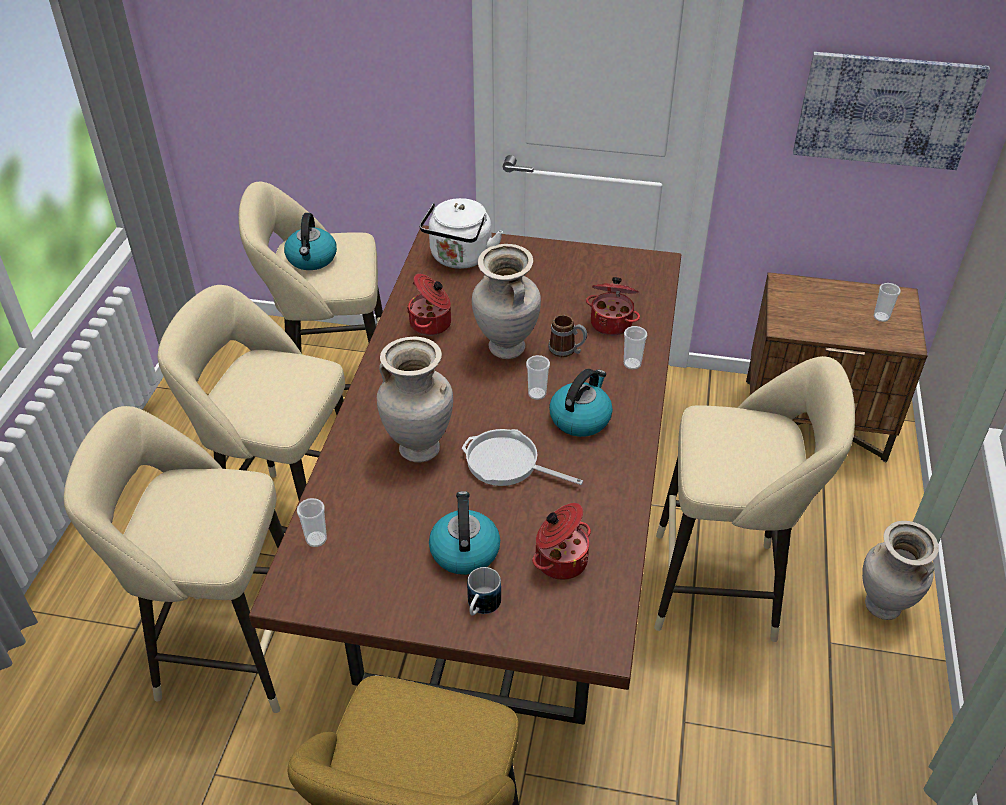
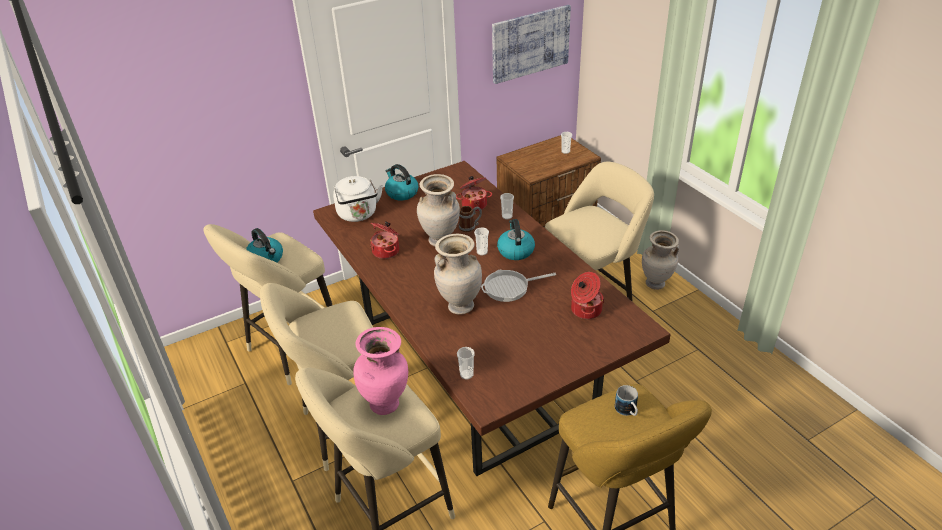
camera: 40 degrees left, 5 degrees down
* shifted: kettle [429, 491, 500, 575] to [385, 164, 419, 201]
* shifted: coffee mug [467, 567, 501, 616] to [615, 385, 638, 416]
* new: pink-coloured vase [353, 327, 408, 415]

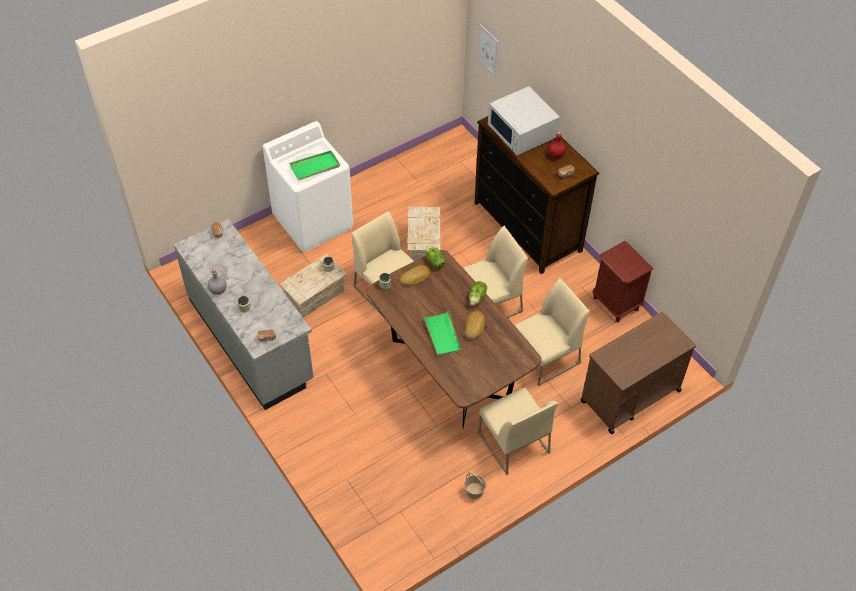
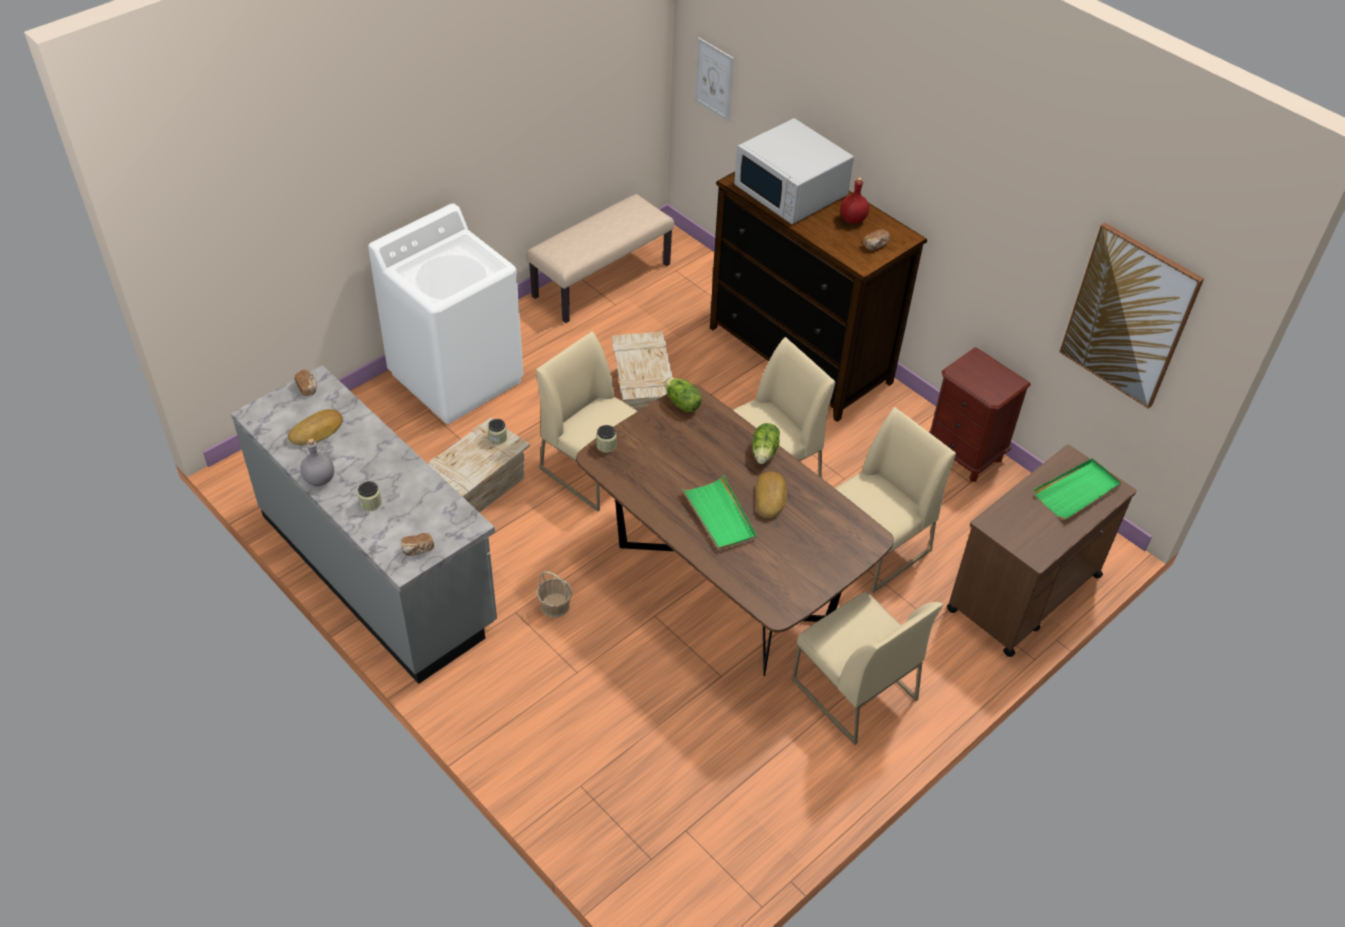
camera: 10 degrees left, 5 degrees down
* shifted: greenish tray [289, 151, 340, 180] to [1034, 458, 1122, 519]
* shifted: bakery bread [400, 265, 430, 286] to [288, 409, 343, 445]
* shifted: basket [464, 472, 486, 500] to [537, 571, 572, 618]
* new: beige-coloured long seat [527, 194, 674, 323]
* new: picture [1059, 222, 1204, 409]

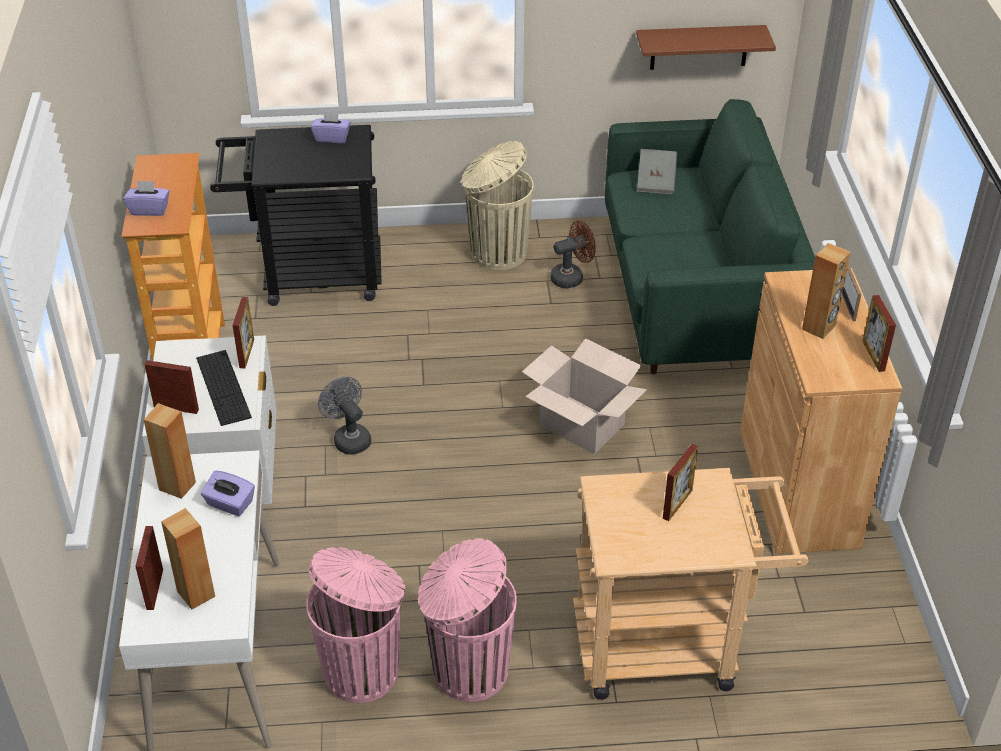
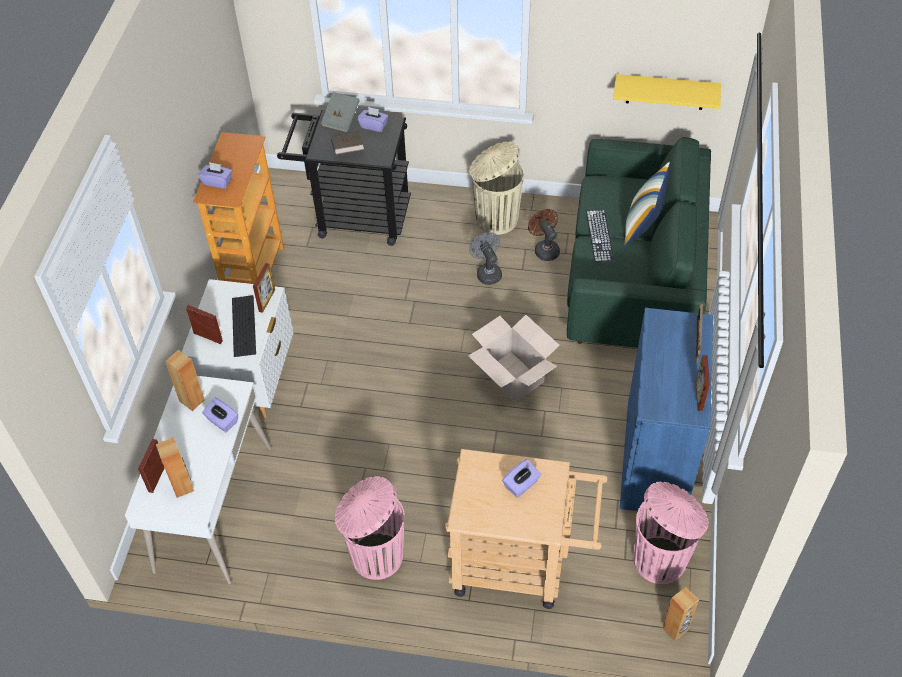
camera: 15 degrees right, 10 degrees up
* repainted: brownish wall shelf [636, 25, 776, 70] to yellowish wall shelf [613, 74, 721, 110]
* shifted: grey bound book [637, 149, 677, 195] to [321, 92, 360, 132]
* rotated: brownish electric fan [550, 221, 595, 288] = [528, 209, 560, 261] 105 degrees counterclockwise
* shifted: brownish audio speaker [802, 243, 851, 339] to [663, 587, 699, 641]
* repainted: brownish storage cabinet [740, 268, 902, 554] to blue-coloured storage cabinet [620, 308, 713, 511]
* shifted: grey electric fan [318, 377, 371, 454] to [469, 232, 502, 285]
* swapped: picture frame [663, 444, 698, 521] to purple-coloured tissue holder [502, 459, 541, 498]
* shifted: pink-coloured trash can [306, 547, 406, 703] to [633, 481, 709, 584]
* new: brownish bound book [331, 133, 364, 155]
* new: cushion [624, 162, 670, 247]
* new: computer keyboard [586, 210, 614, 262]

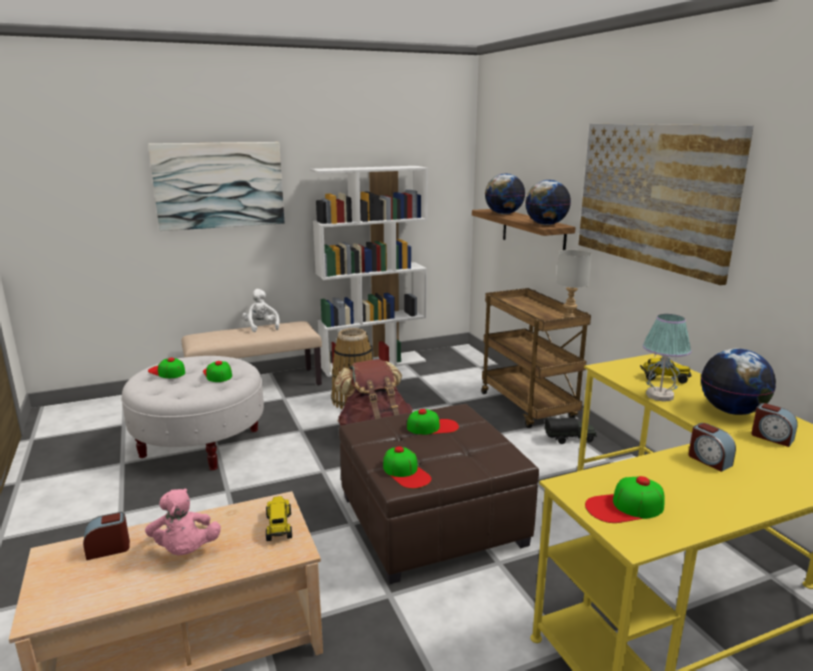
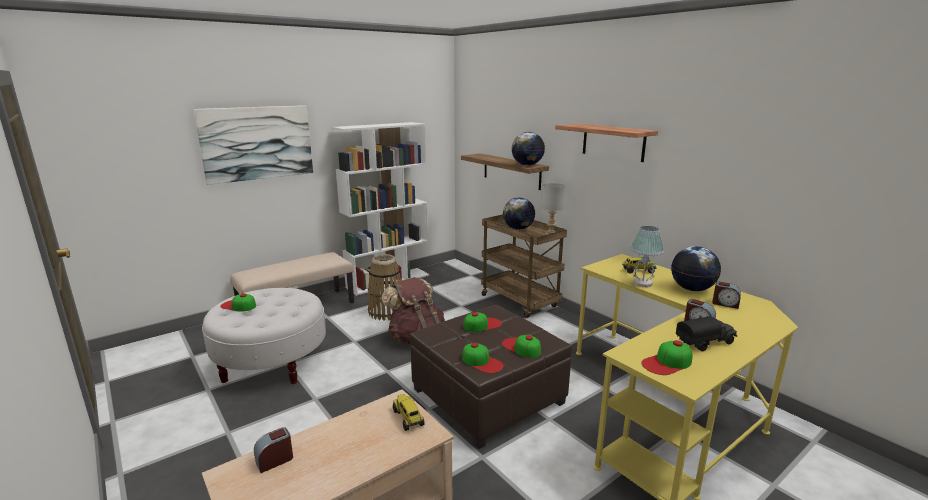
camera: 15 degrees left, 0 degrees up
* swapped: picture [578, 124, 754, 285] to wall shelf [555, 124, 658, 162]
* shifted: desk globe [485, 174, 525, 214] to [503, 197, 535, 230]
* gone: white soft toy [242, 289, 280, 332]
* shifted: peaked cap [203, 361, 232, 382] to [502, 335, 541, 358]
* shifted: toy lorry [544, 418, 597, 444] to [676, 316, 737, 351]
* gone: pink-coloured soft toy [145, 488, 221, 555]

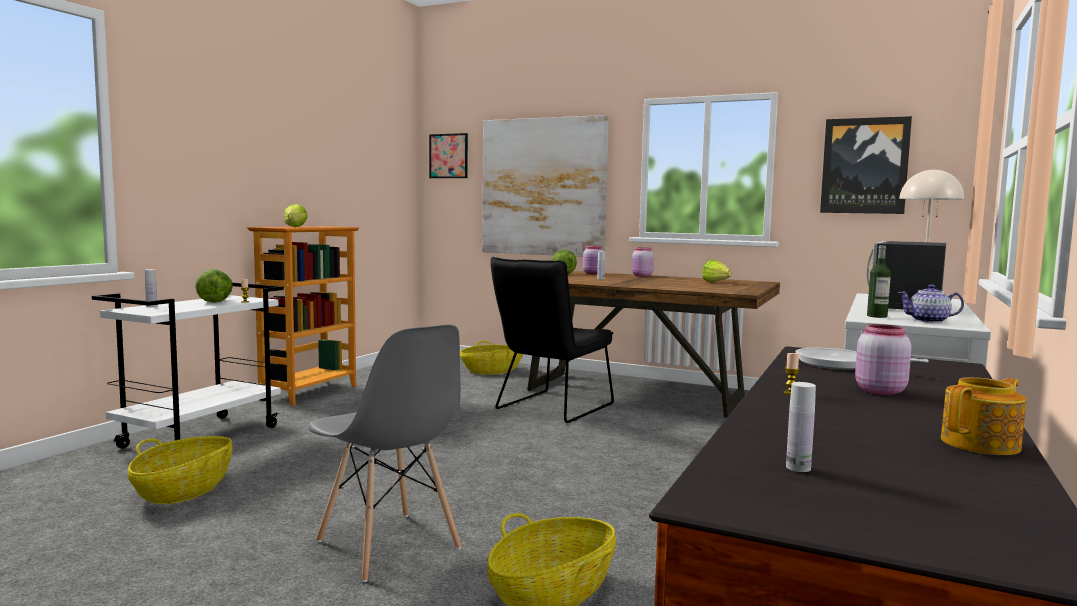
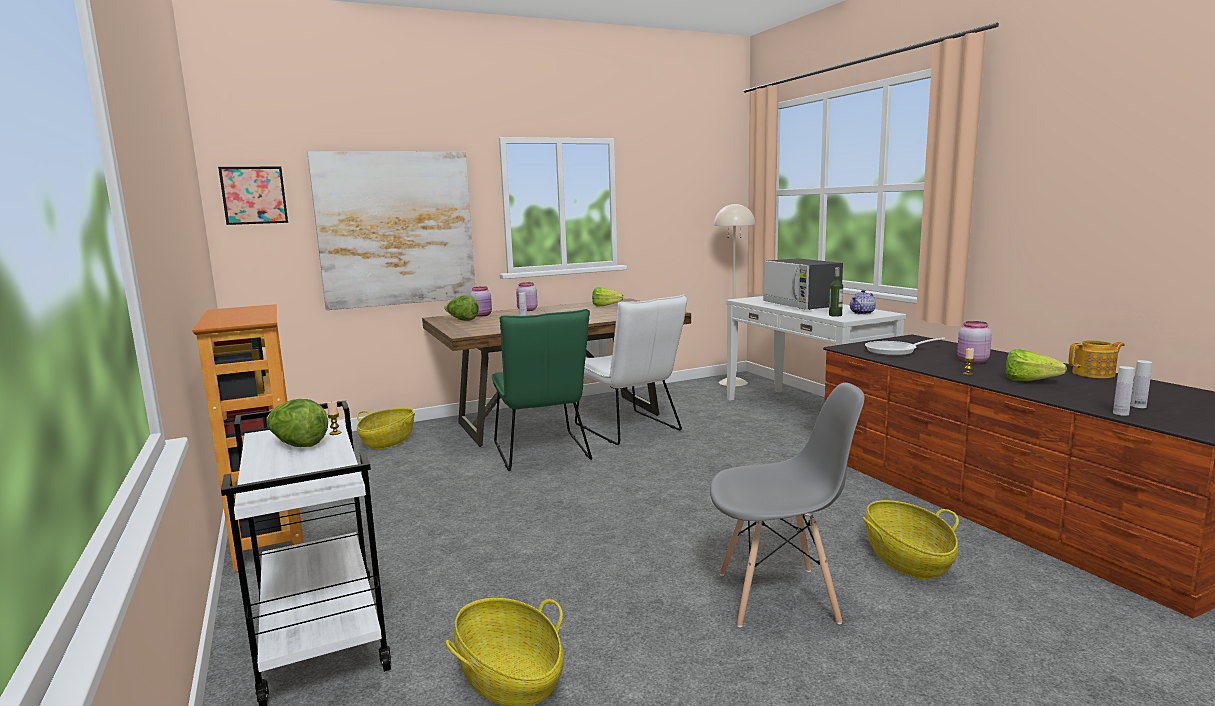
camera: 50 degrees left, 5 degrees up
* gone: picture [820, 116, 912, 214]
* shifted: lettuce head [284, 204, 308, 227] to [1006, 349, 1067, 381]
* repainted: black upright chair [490, 257, 614, 423] to greenish upright chair [492, 309, 592, 471]
* shifted: white bottle [145, 269, 157, 307] to [1113, 366, 1135, 416]
* rotated: pot for tea [941, 377, 1027, 455] = [1069, 340, 1125, 378] 75 degrees clockwise
* new: white upright chair [575, 294, 687, 445]

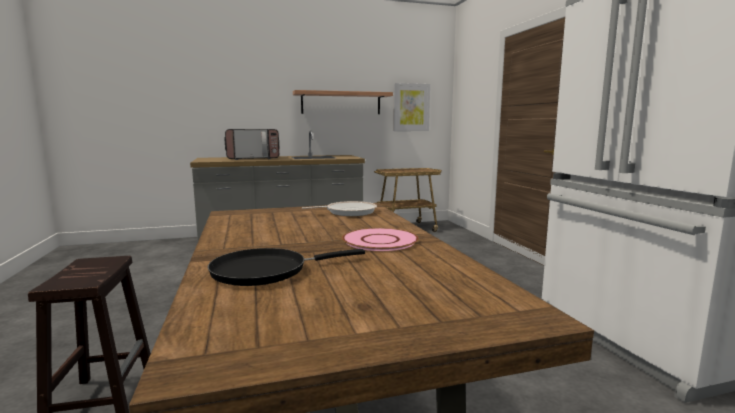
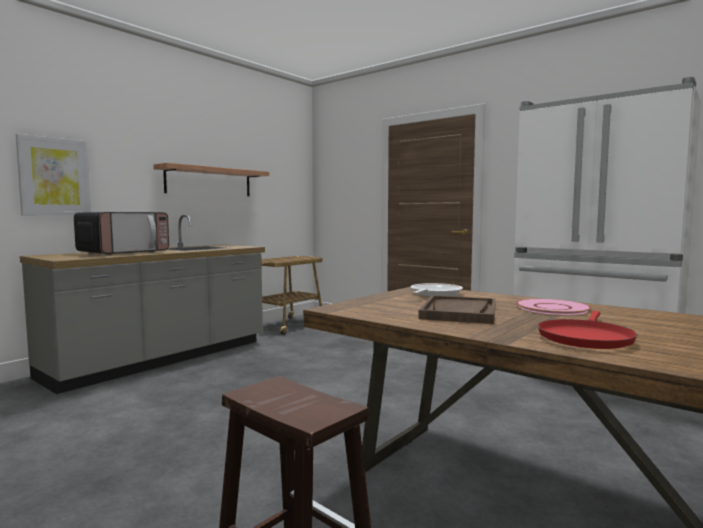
camera: 35 degrees left, 5 degrees down
* shifted: picture [393, 83, 430, 131] to [16, 134, 91, 216]
* repainted: black frying pan [208, 248, 365, 286] to red-coloured frying pan [538, 311, 637, 349]
* new: brownish tray [419, 295, 496, 324]

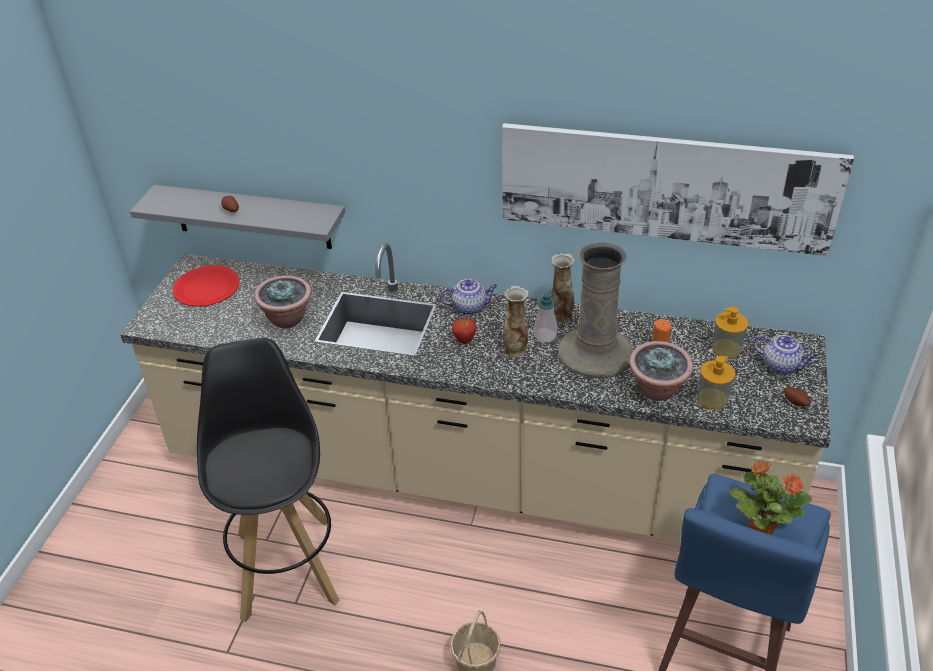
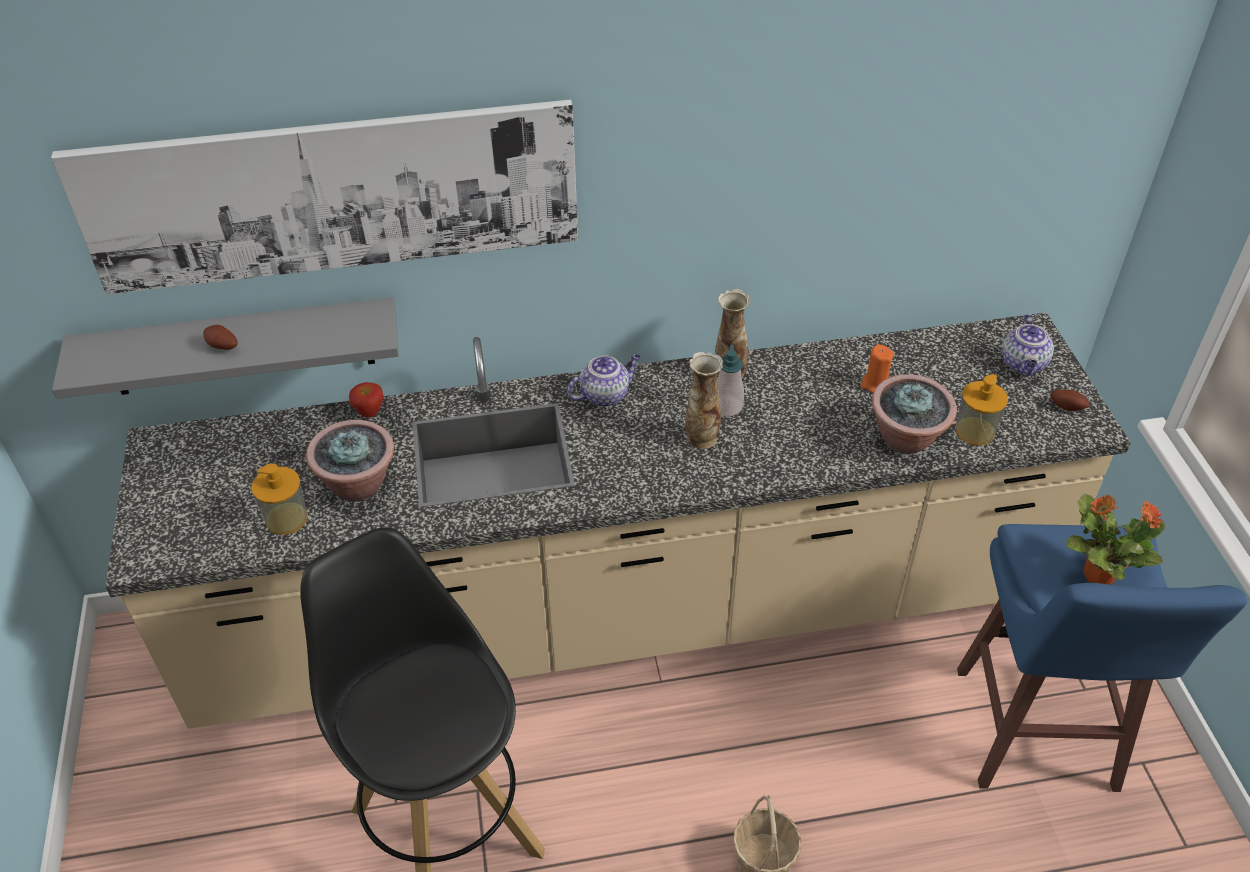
camera: 25 degrees left, 5 degrees up
* shifted: picture [502, 123, 854, 256] to [51, 100, 578, 294]
* gone: beige-coloured vase [559, 242, 633, 379]
* gone: red-coloured dinner plate [173, 265, 239, 307]
* shifted: soap bottle [712, 307, 748, 358] to [251, 463, 308, 535]
* shifted: whole apple [452, 318, 477, 344] to [349, 382, 383, 417]
* rotated: pot for tea [753, 334, 817, 374] = [1002, 314, 1054, 376] 90 degrees clockwise

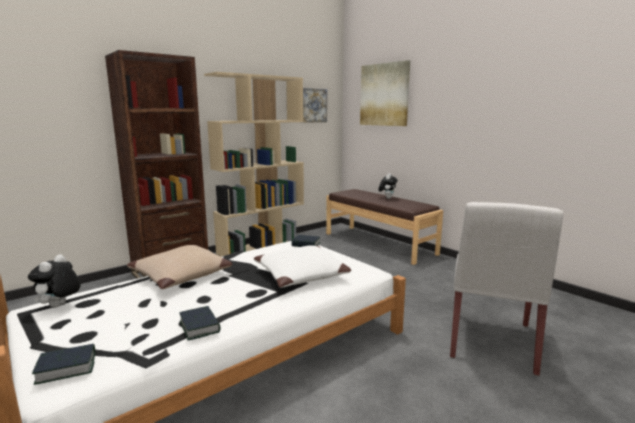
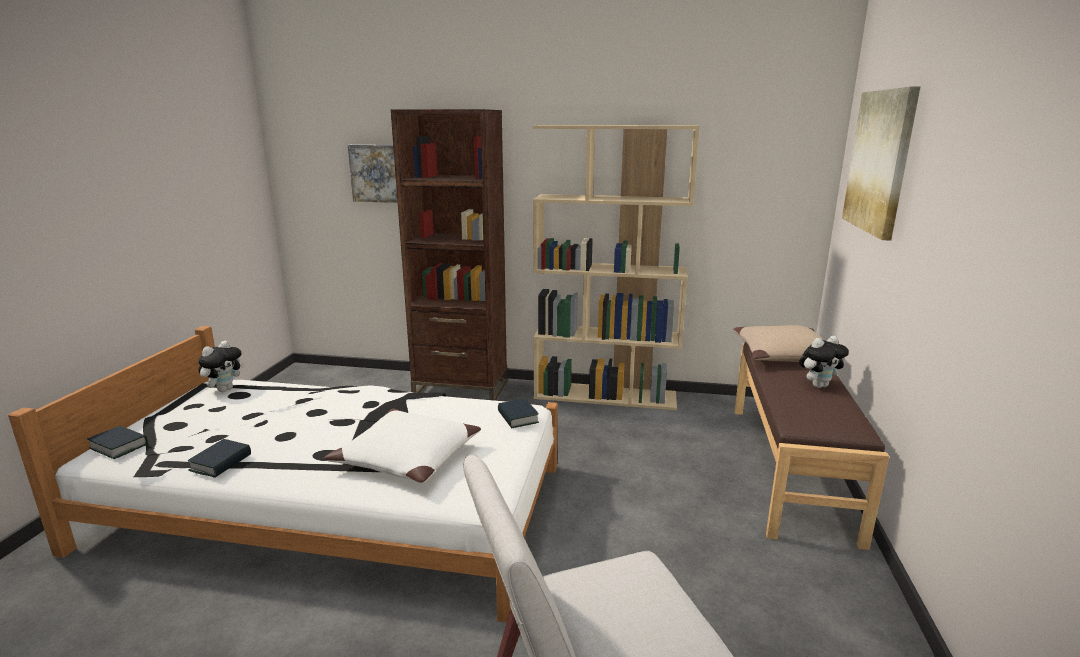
camera: 50 degrees right, 5 degrees up
* shifted: picture [300, 88, 327, 123] to [348, 145, 398, 203]
* shifted: beige-coloured cushion [127, 245, 232, 289] to [733, 325, 824, 362]
* rotated: soft toy [28, 254, 81, 308] = [198, 341, 244, 392] 150 degrees clockwise

